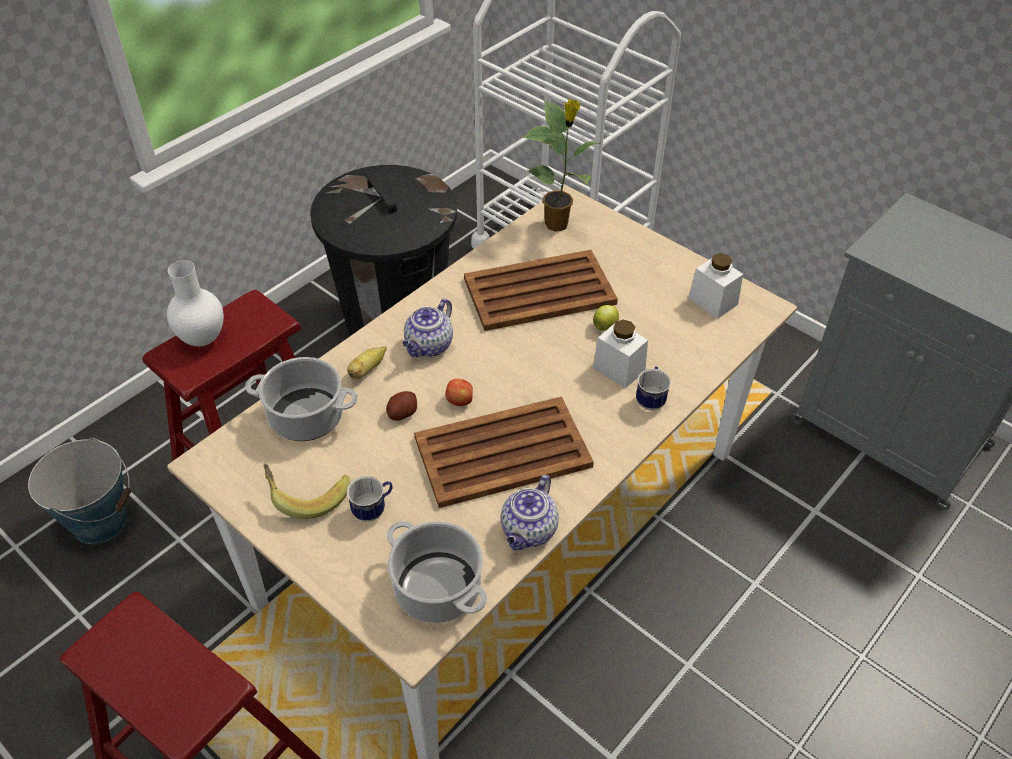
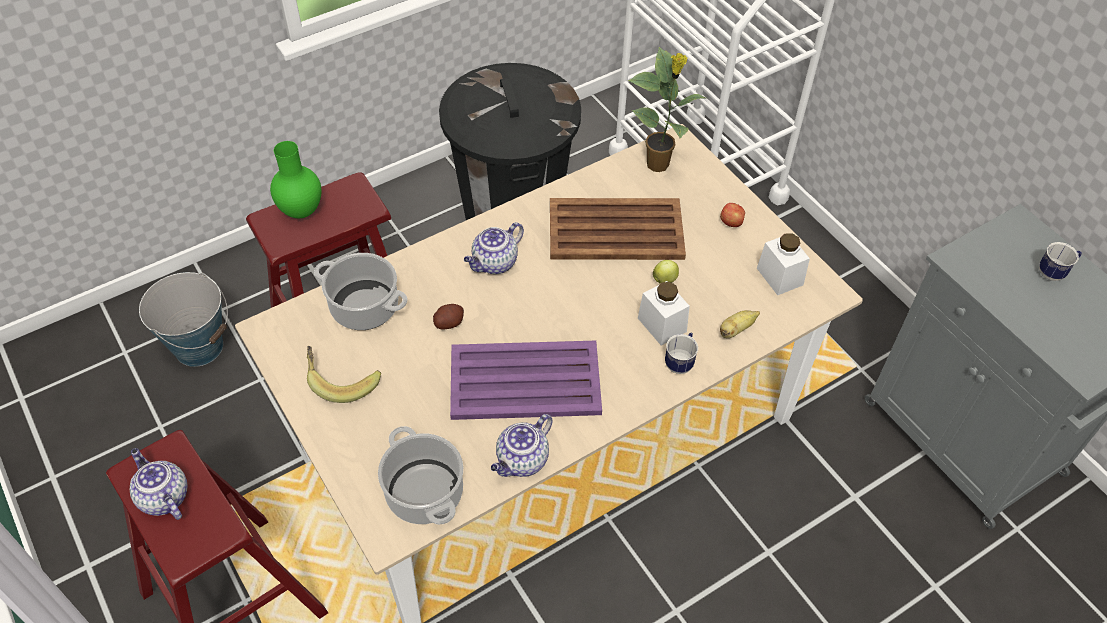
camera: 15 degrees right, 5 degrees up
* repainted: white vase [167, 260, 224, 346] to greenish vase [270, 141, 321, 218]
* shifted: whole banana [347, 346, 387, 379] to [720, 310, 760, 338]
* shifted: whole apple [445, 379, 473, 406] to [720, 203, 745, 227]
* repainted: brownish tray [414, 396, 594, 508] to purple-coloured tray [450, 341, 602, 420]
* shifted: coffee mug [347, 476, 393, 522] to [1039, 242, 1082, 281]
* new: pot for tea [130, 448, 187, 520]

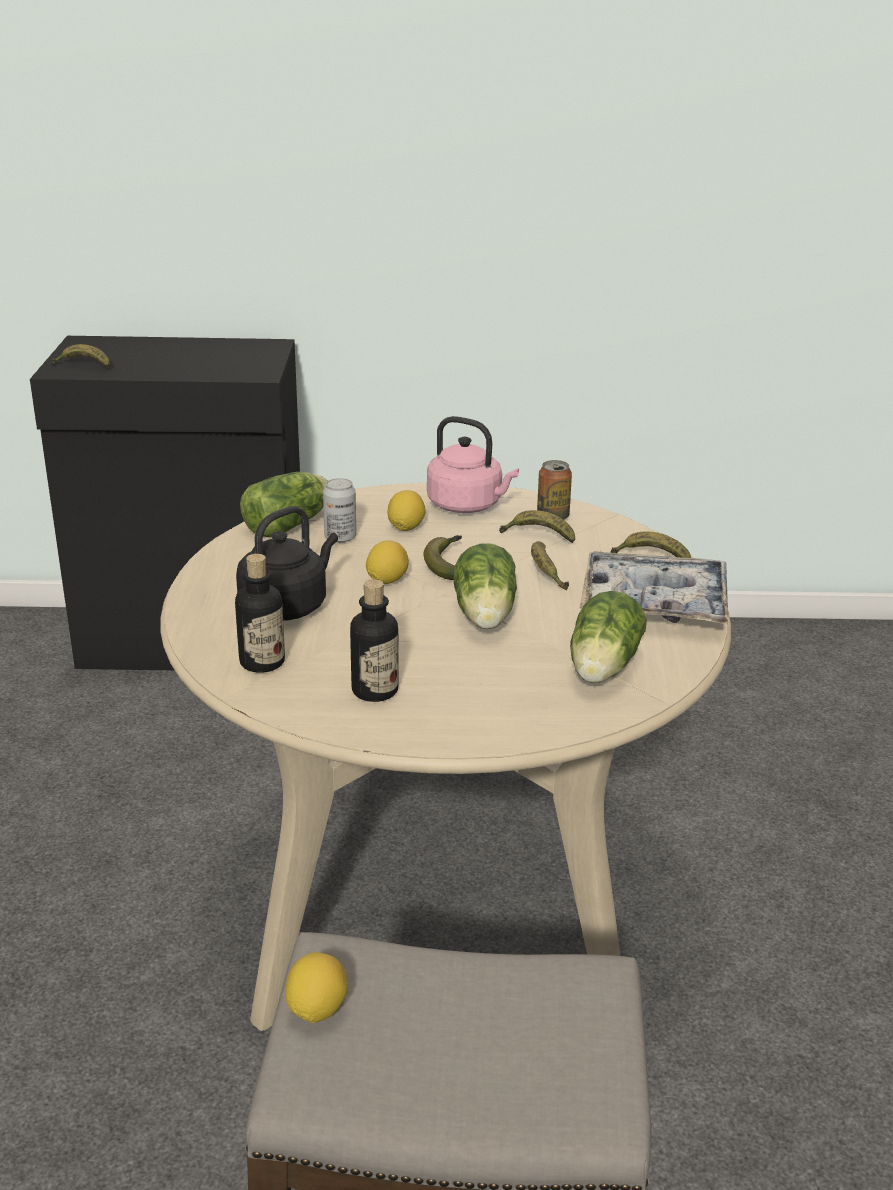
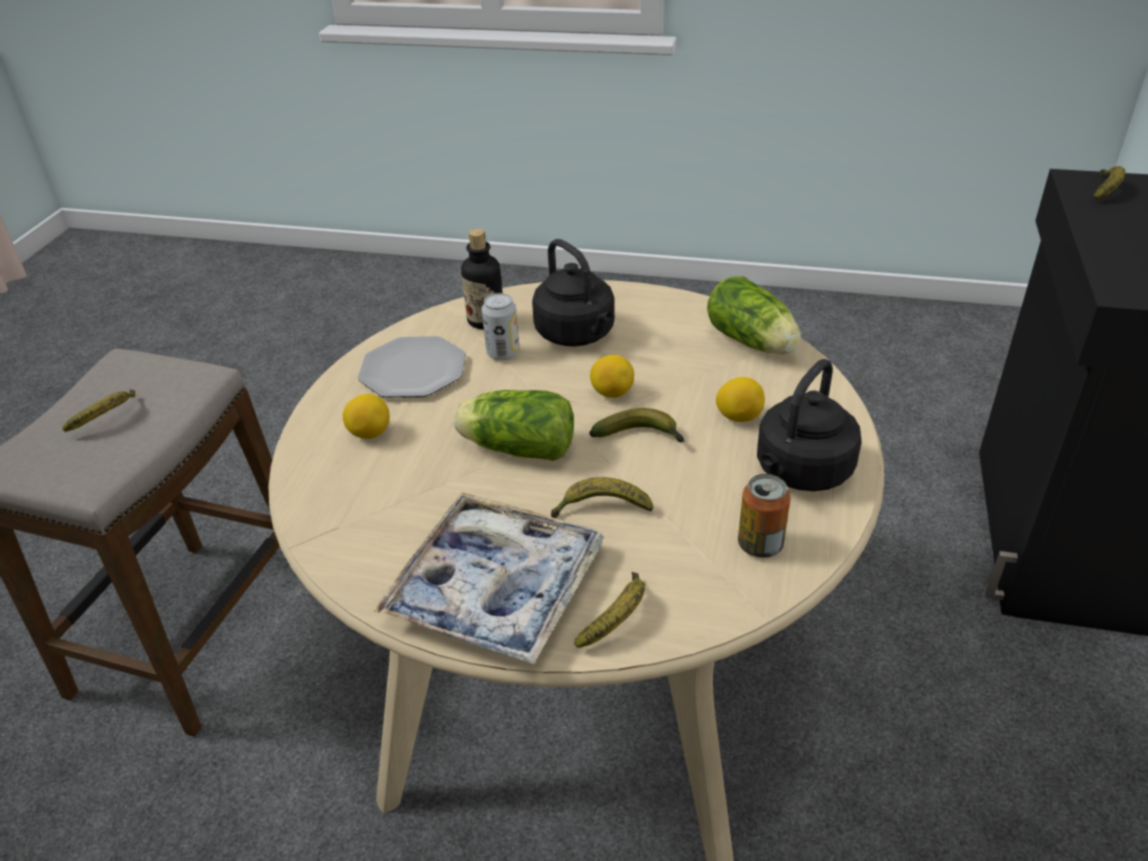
camera: 105 degrees right, 10 degrees up
* repainted: pink-coloured kettle [427, 416, 519, 513] to black kettle [757, 359, 862, 491]
* shifted: can [323, 478, 356, 543] to [482, 293, 519, 360]
* shifted: whole banana [499, 510, 575, 543] to [62, 389, 135, 432]
* swapped: bottle [350, 579, 398, 702] to dinner plate [358, 336, 466, 398]
* gone: lettuce head [570, 591, 647, 683]
* shifted: lemon [285, 952, 348, 1023] to [343, 394, 390, 439]

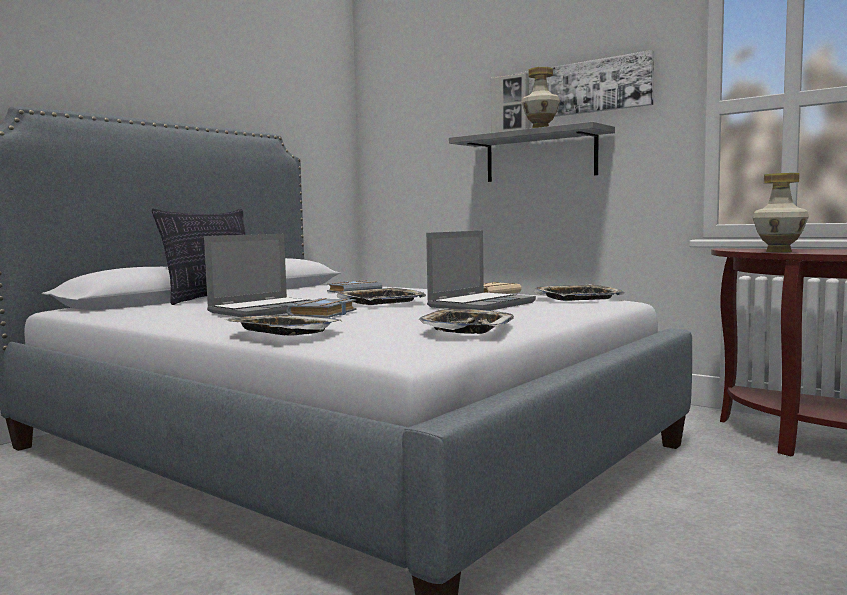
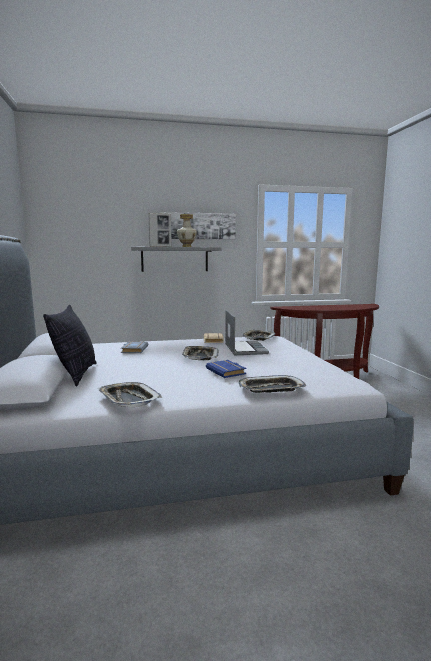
camera: 50 degrees left, 5 degrees up
* gone: vase [753, 173, 809, 252]
* gone: laptop [204, 234, 310, 317]
* repainted: grey bound book [286, 298, 357, 318] to blue-coloured bound book [206, 360, 246, 378]
* shifted: tray [419, 309, 514, 334] to [97, 382, 162, 407]

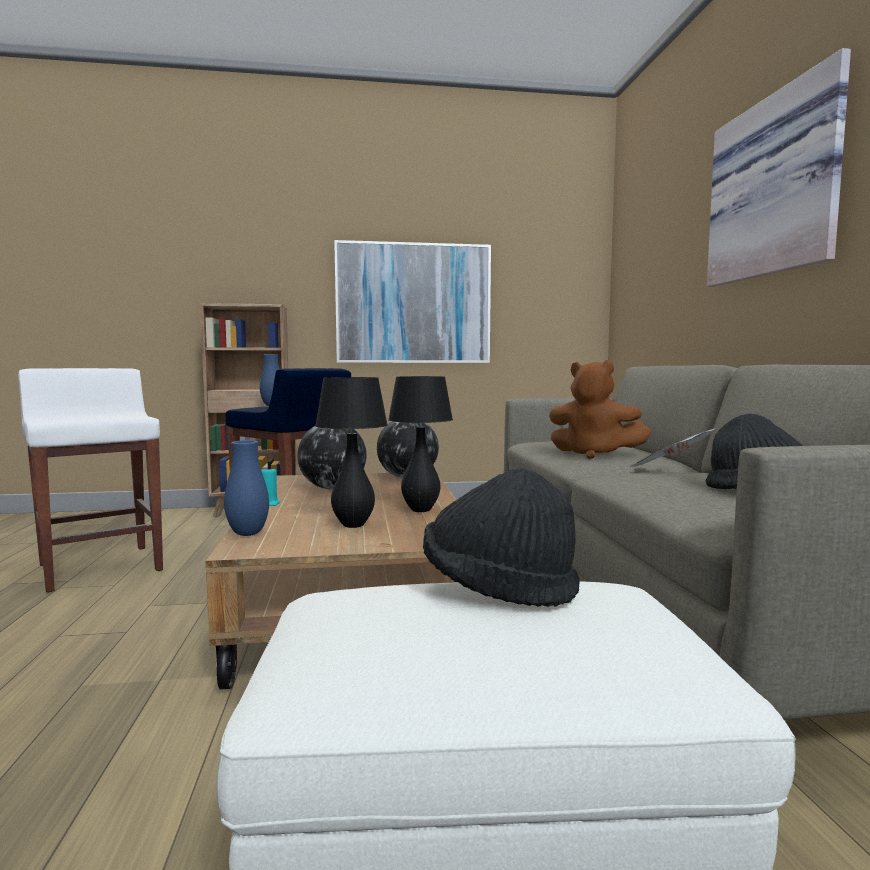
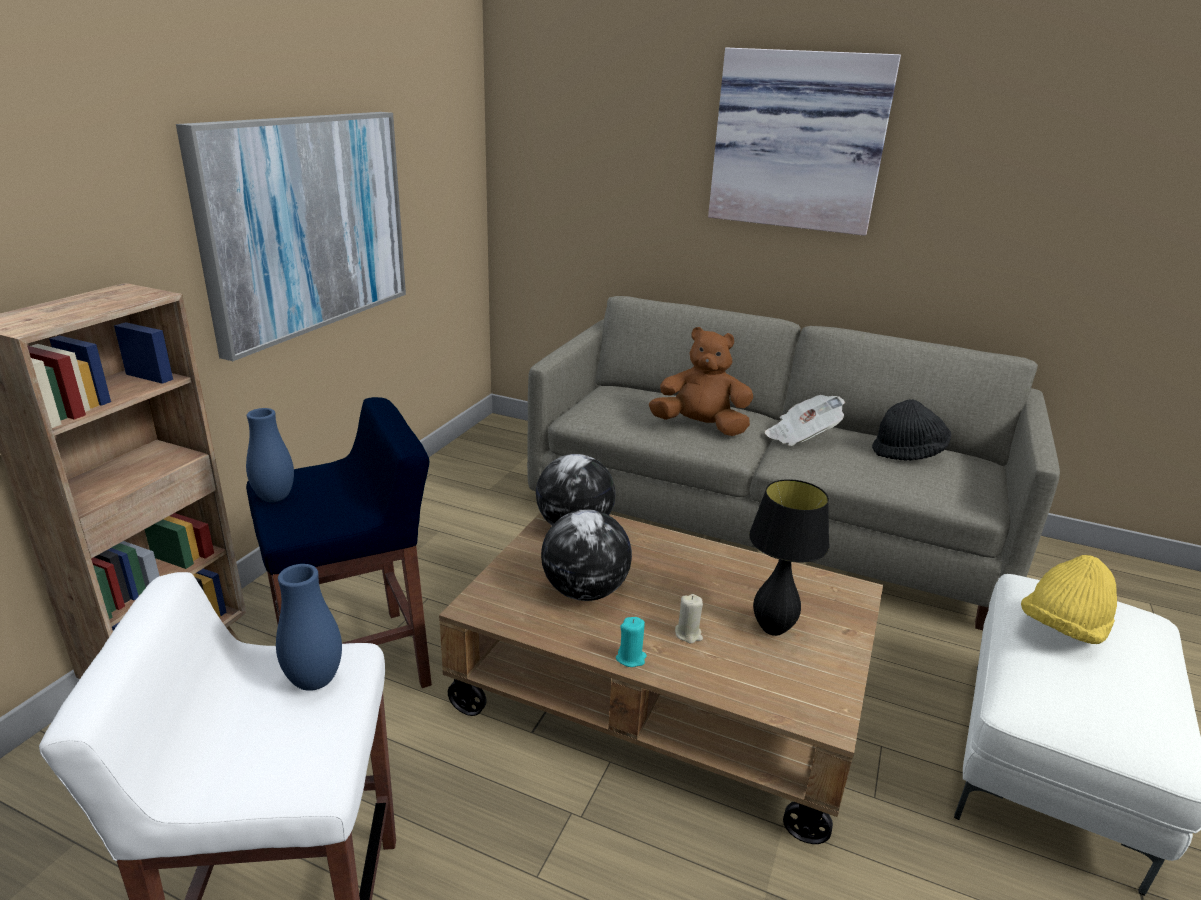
camera: 60 degrees left, 20 degrees up
* rotated: brownish soft toy [549, 360, 651, 459] = [649, 327, 753, 436] 135 degrees counterclockwise
* gone: black lamp for a table [388, 376, 453, 512]
* shifted: blue-coloured vase [224, 440, 269, 536] to [276, 564, 342, 691]
* repainted: black wearable hat [423, 468, 580, 607] to yellowish wearable hat [1021, 555, 1117, 644]
* new: beige-coloured wax light [675, 594, 703, 644]

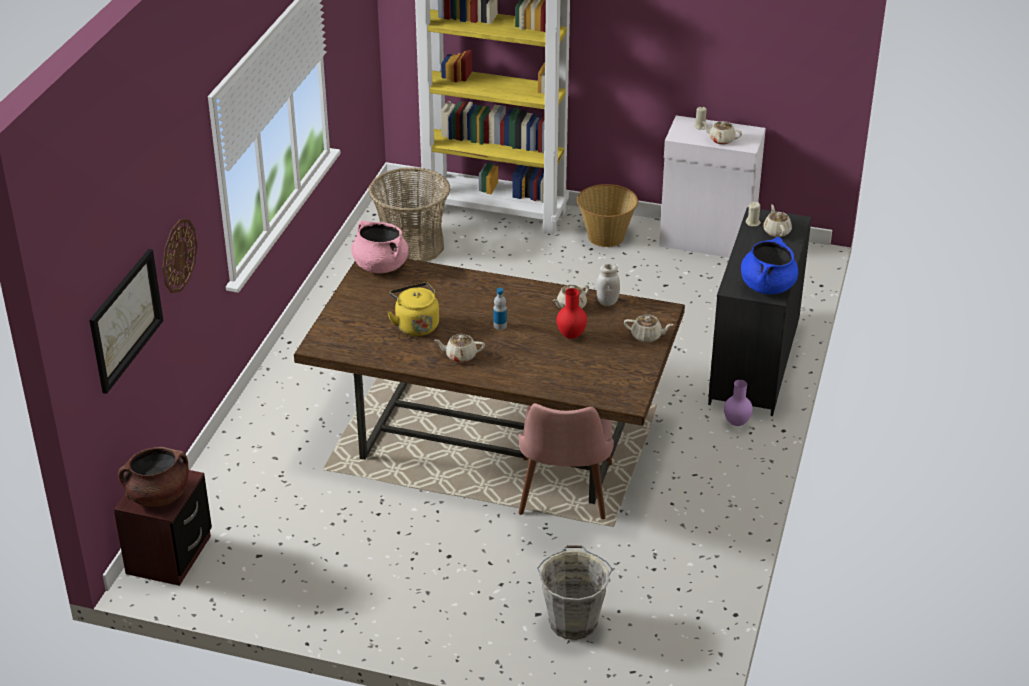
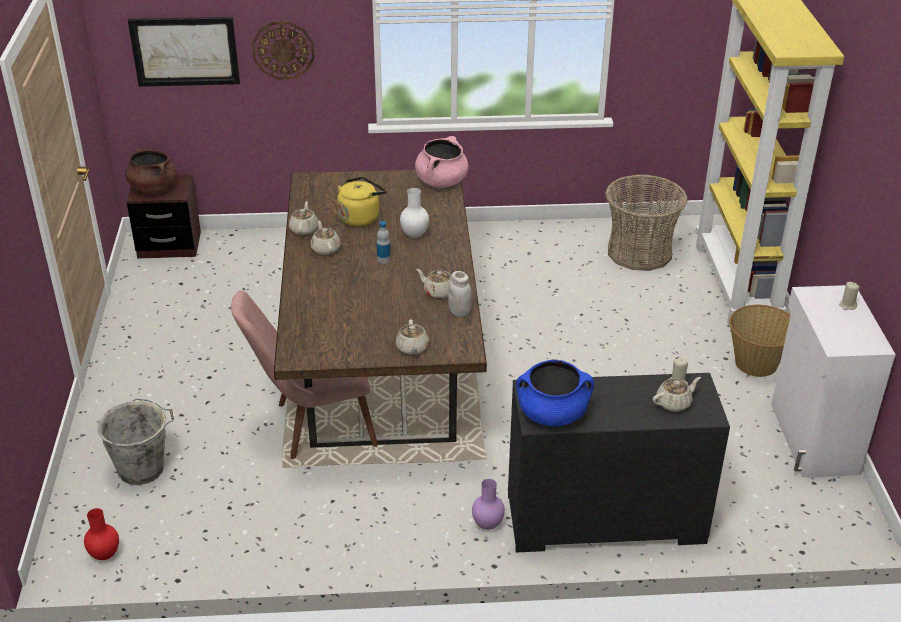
camera: 70 degrees right, 0 degrees up
* shifted: beige-coloured pot for tea [701, 121, 742, 145] to [289, 201, 318, 235]
* shifted: red-coloured vase [557, 288, 587, 339] to [84, 508, 119, 560]
* new: white vase [400, 188, 429, 238]

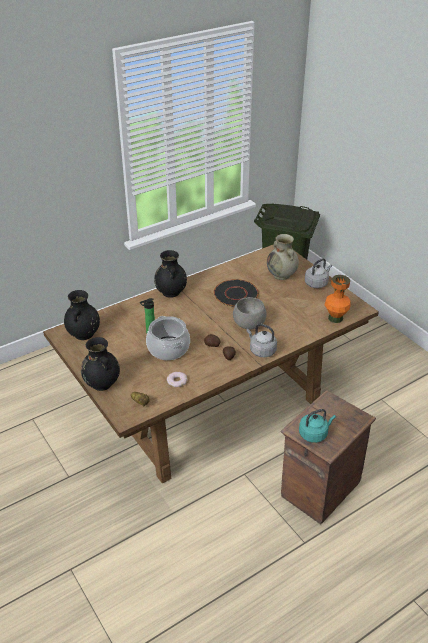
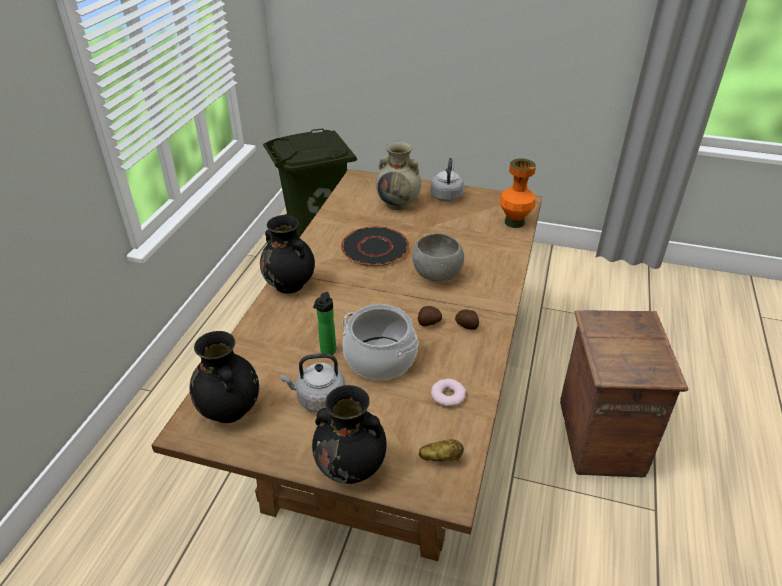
camera: 40 degrees left, 0 degrees up
* shifted: grey kettle [247, 323, 277, 357] to [281, 354, 345, 412]
* gone: turquoise kettle [299, 409, 336, 443]

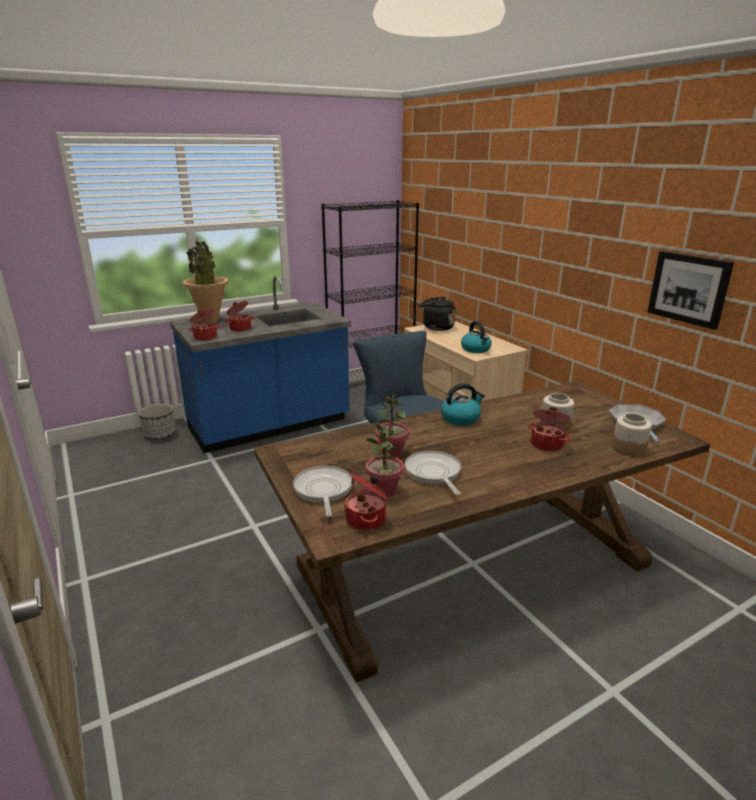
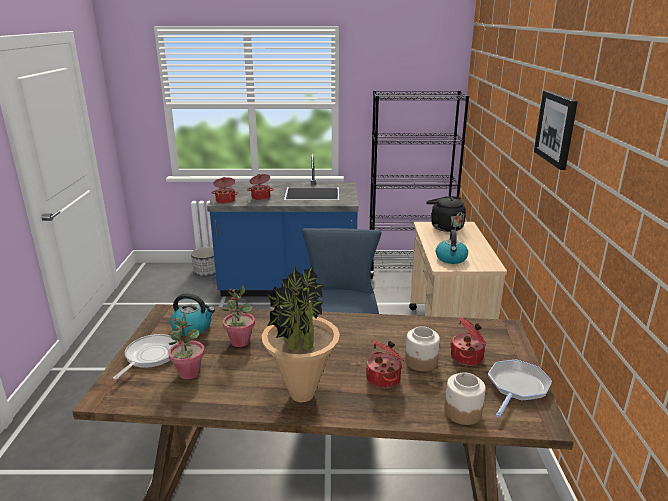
camera: 30 degrees right, 0 degrees up
* shifted: potted plant [183, 239, 228, 323] to [262, 265, 340, 402]
* shifted: picture [648, 251, 734, 330] to [534, 91, 578, 170]
* shifted: kettle [441, 383, 485, 426] to [170, 293, 215, 336]
* gone: frying pan [405, 451, 461, 495]
* shifted: stockpot [344, 474, 388, 531] to [450, 317, 486, 366]

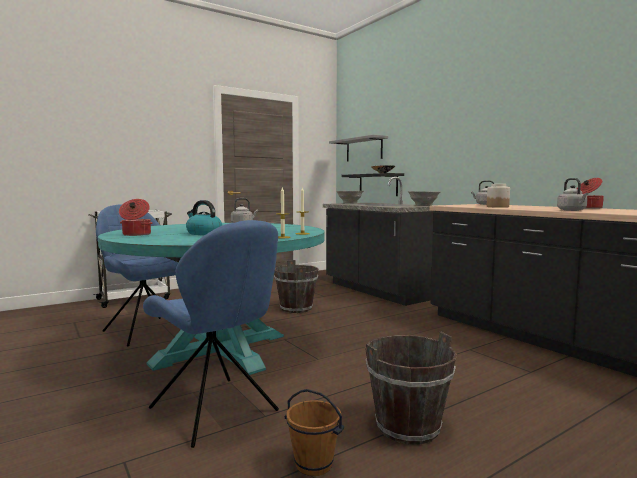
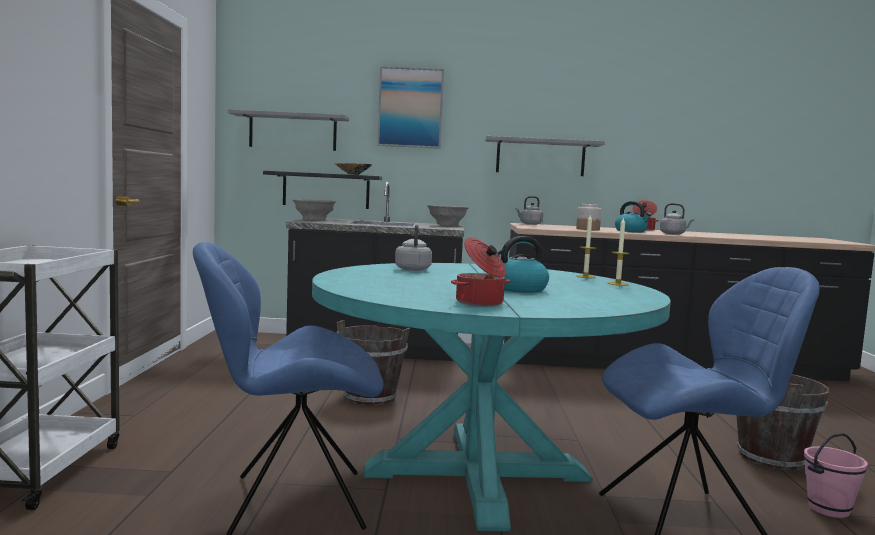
camera: 55 degrees left, 0 degrees up
* repainted: brownish bucket [284, 389, 344, 476] to pink-coloured bucket [804, 433, 868, 518]
* new: picture [377, 66, 444, 149]
* new: grey wall shelf [485, 136, 605, 176]
* new: kettle [615, 201, 651, 232]

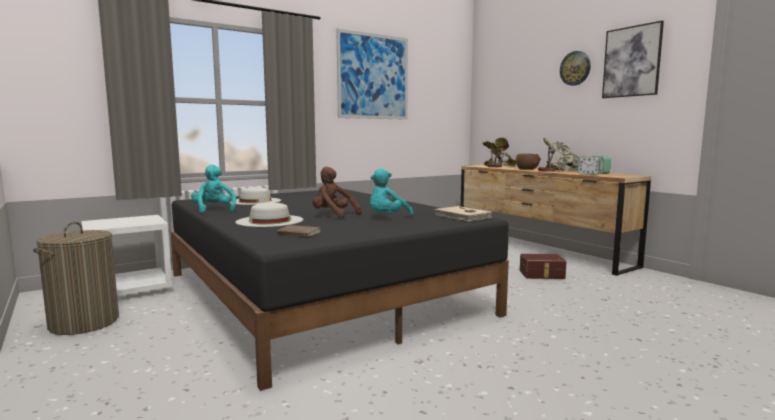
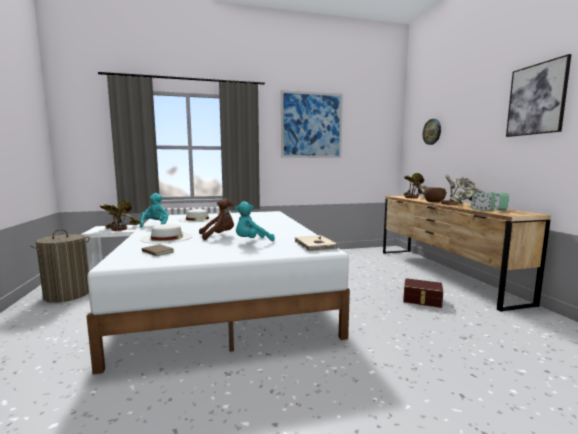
camera: 20 degrees right, 0 degrees up
* shifted: hanging clock [560, 51, 591, 86] to [423, 119, 441, 145]
* rotated: brownish soft toy [312, 167, 362, 218] = [199, 198, 234, 240] 105 degrees clockwise
* repainted: black bedroom bed [170, 189, 509, 391] to white bedroom bed [86, 211, 350, 375]
* new: potted plant [100, 201, 140, 231]

